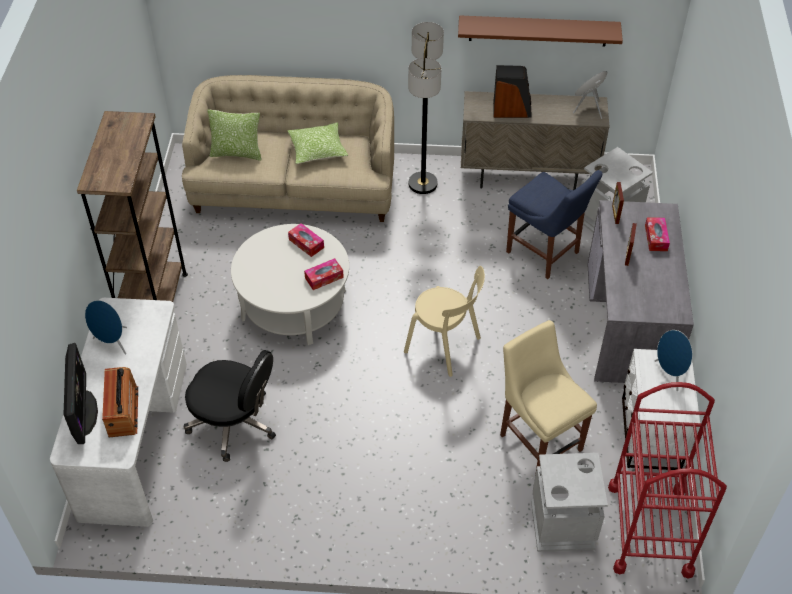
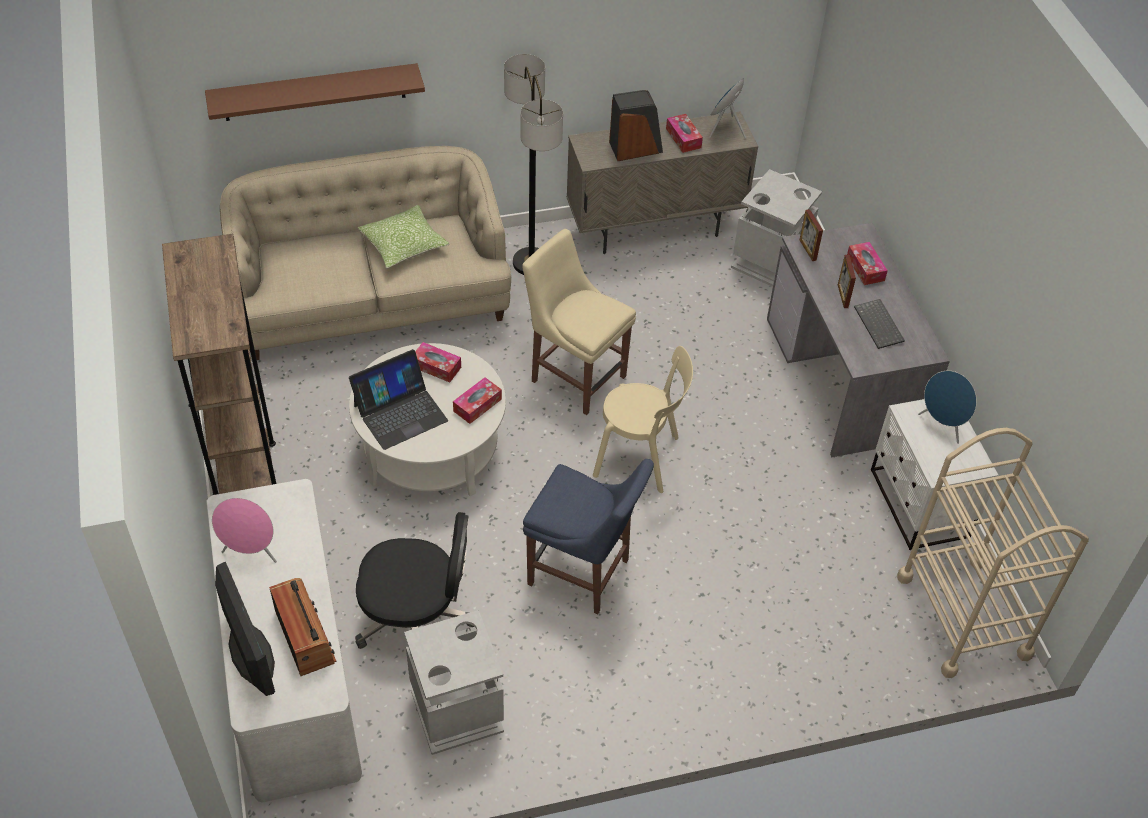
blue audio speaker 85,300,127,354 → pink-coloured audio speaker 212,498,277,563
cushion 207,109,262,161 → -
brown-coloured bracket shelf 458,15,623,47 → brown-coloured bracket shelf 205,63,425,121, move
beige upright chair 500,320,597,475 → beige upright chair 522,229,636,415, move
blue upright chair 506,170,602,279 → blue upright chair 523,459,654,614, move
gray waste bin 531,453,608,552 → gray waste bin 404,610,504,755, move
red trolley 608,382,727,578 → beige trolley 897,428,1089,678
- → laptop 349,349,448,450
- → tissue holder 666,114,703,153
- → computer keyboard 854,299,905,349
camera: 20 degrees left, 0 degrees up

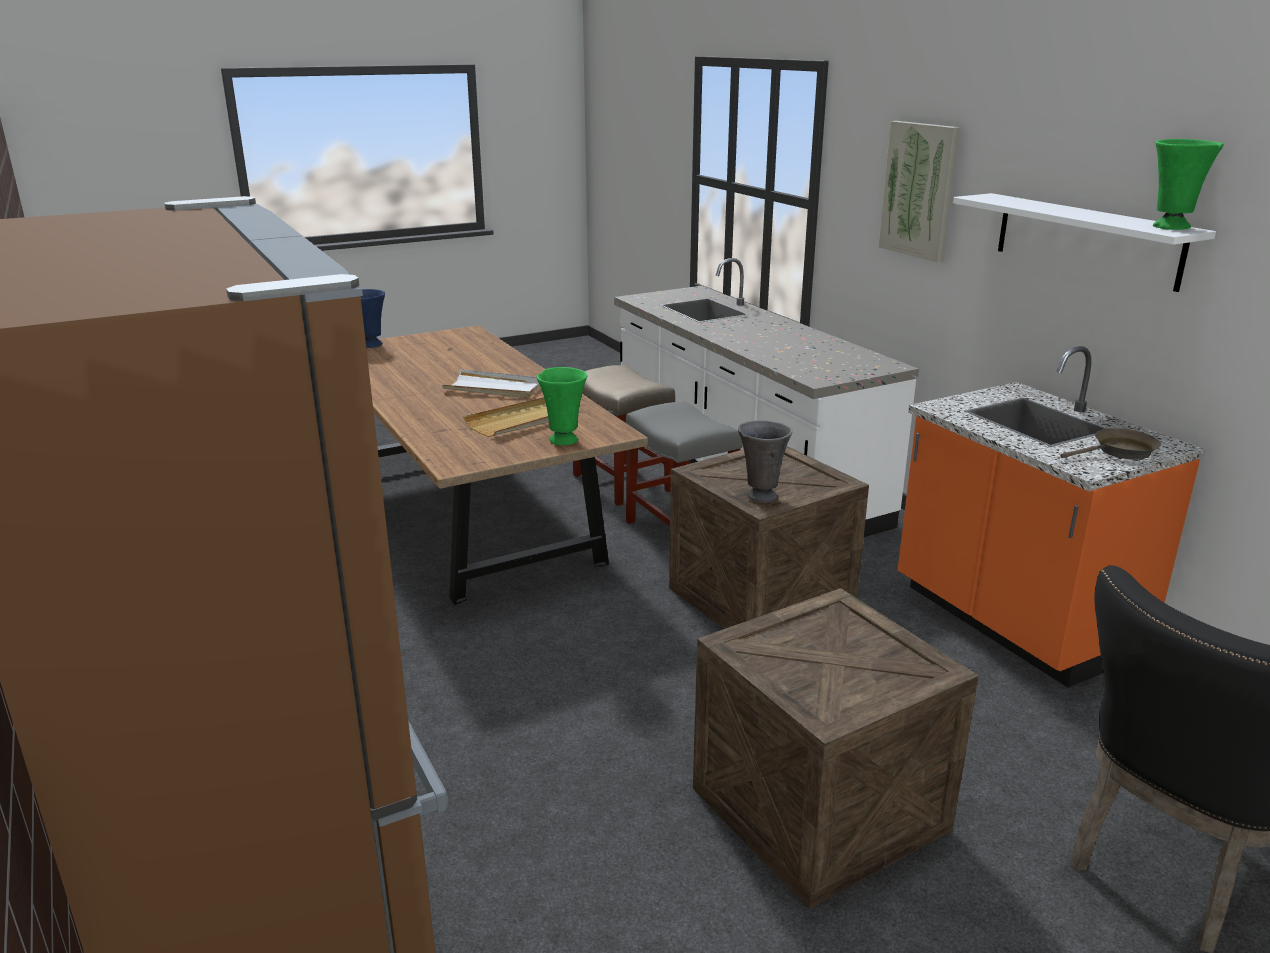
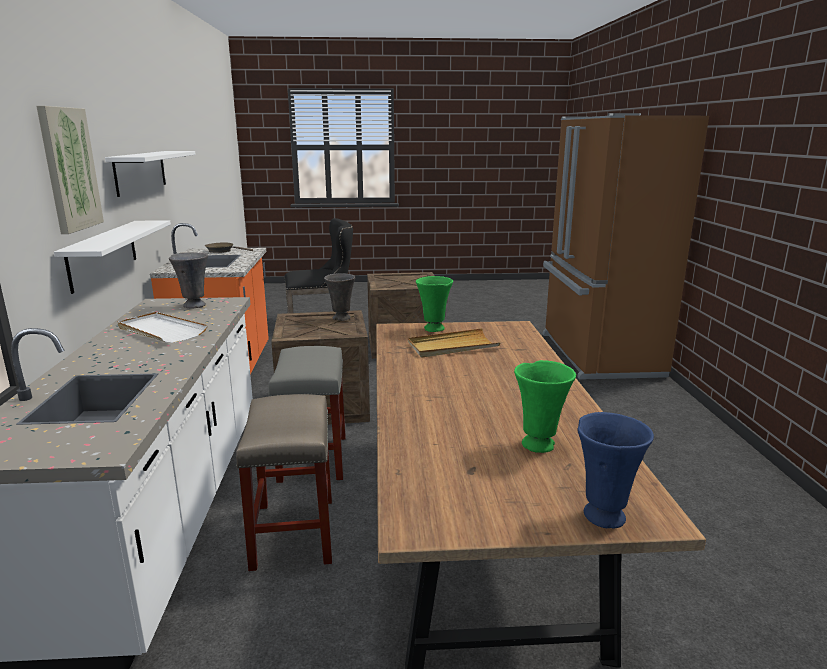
white-coloured tray 442,369,540,399 → white-coloured tray 118,312,208,343, move
green vase 1153,139,1224,230 → green vase 514,360,576,453, move
- → white-coloured bracket shelf 54,220,171,294
- → gray vase 169,252,208,309
camera: 155 degrees left, 5 degrees down

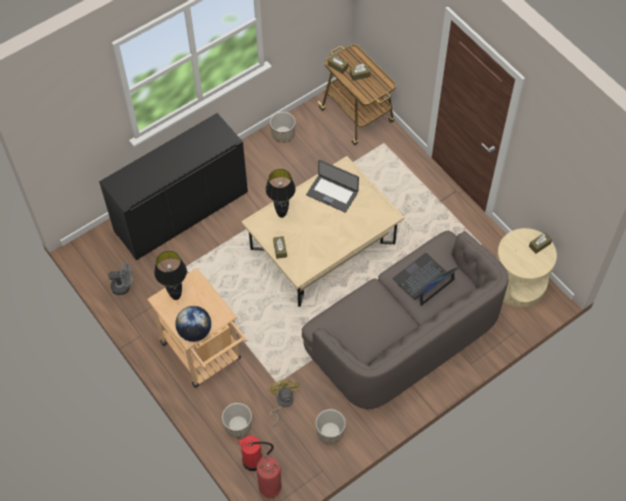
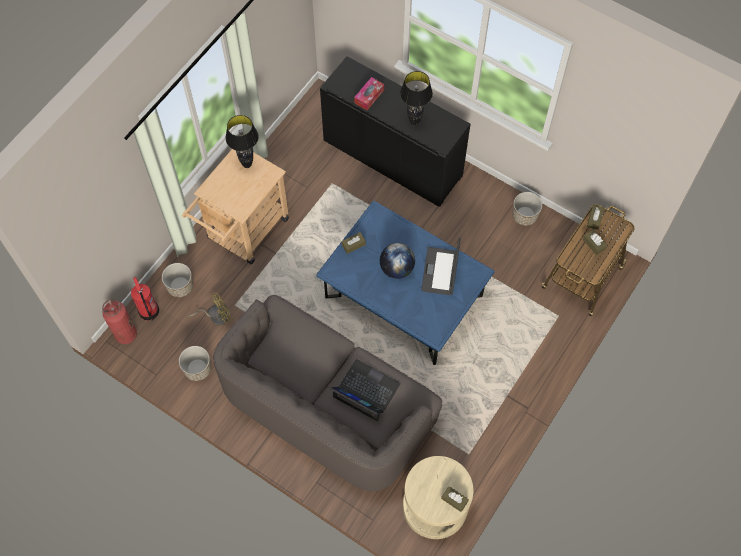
gray cooling fan 108,262,133,295 → -
globe 175,306,211,342 → globe 380,243,415,279, move
beige lounge table 242,156,404,307 → blue lounge table 316,200,495,365
blackish lamp for a table 266,169,296,218 → blackish lamp for a table 400,71,433,126, move
- → tissue holder 354,77,384,110
camera: 70 degrees right, 5 degrees up

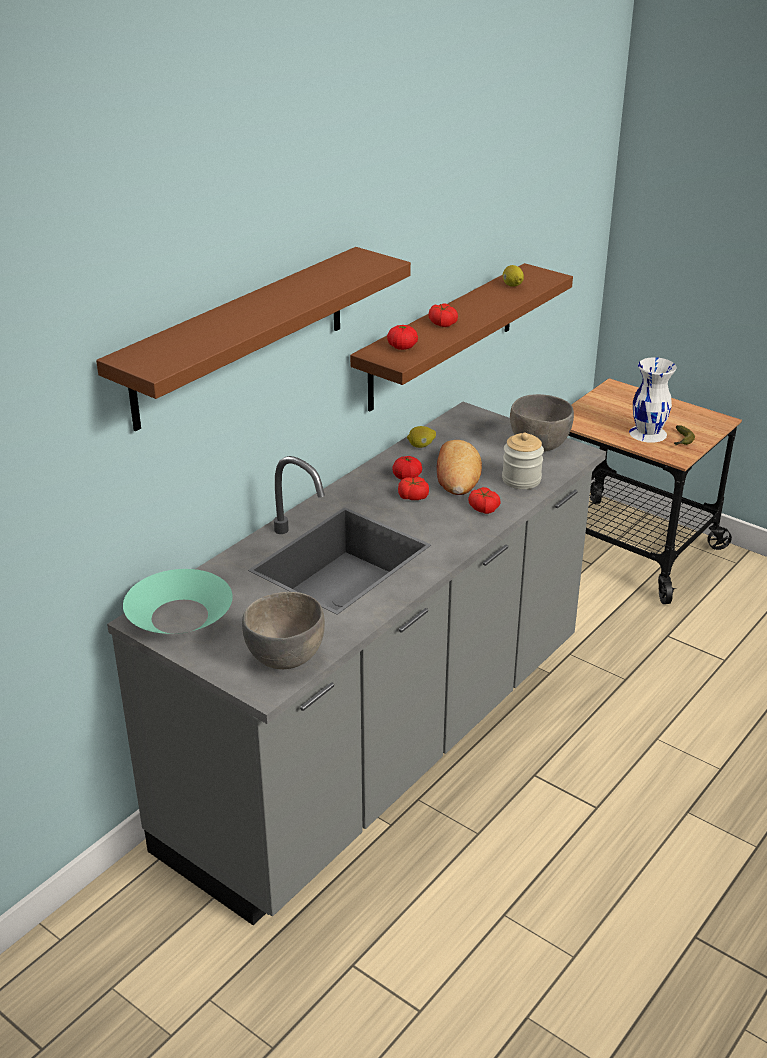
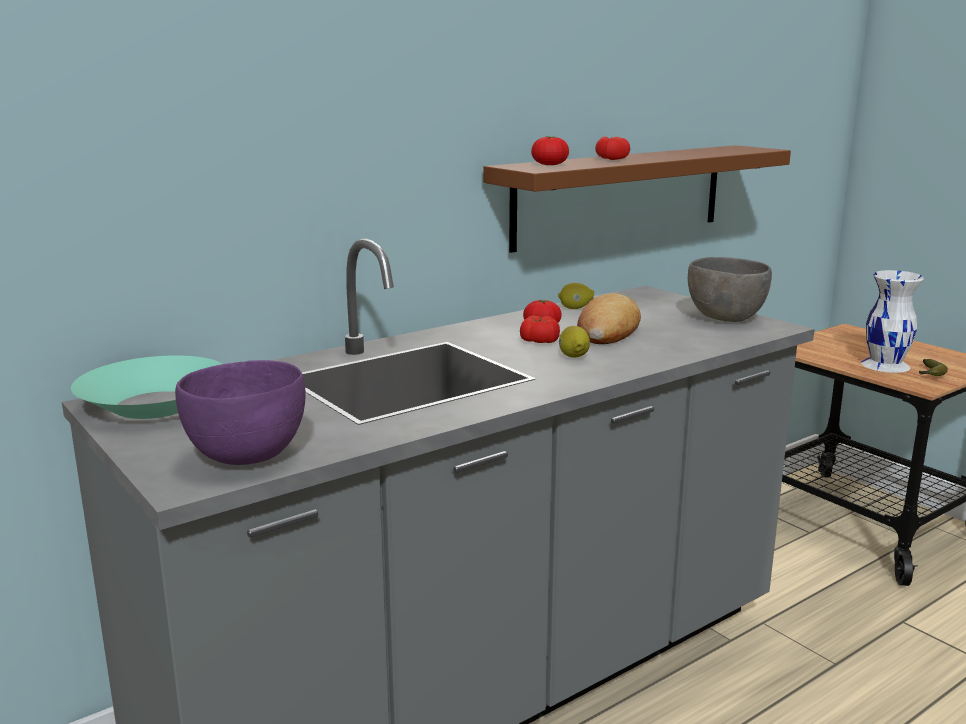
brown-coloured bracket shelf 96,247,411,431 → -
gray serving bowl 242,592,325,669 → purplish serving bowl 175,360,306,465
tomato 468,487,501,514 → -
storage jar 502,433,544,489 → -
citrus fruit 503,265,524,287 → citrus fruit 559,326,590,358, move
camera: 15 degrees right, 15 degrees down

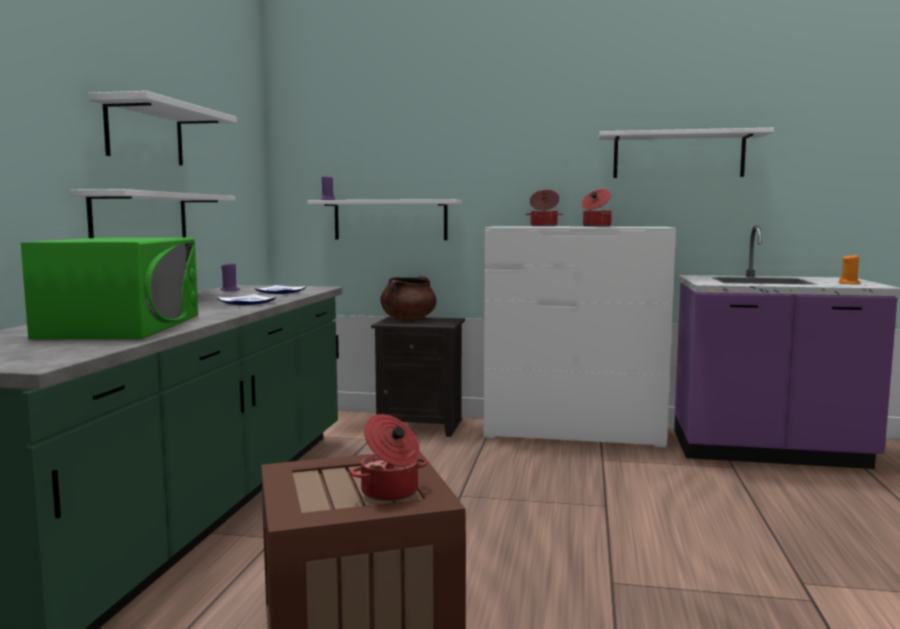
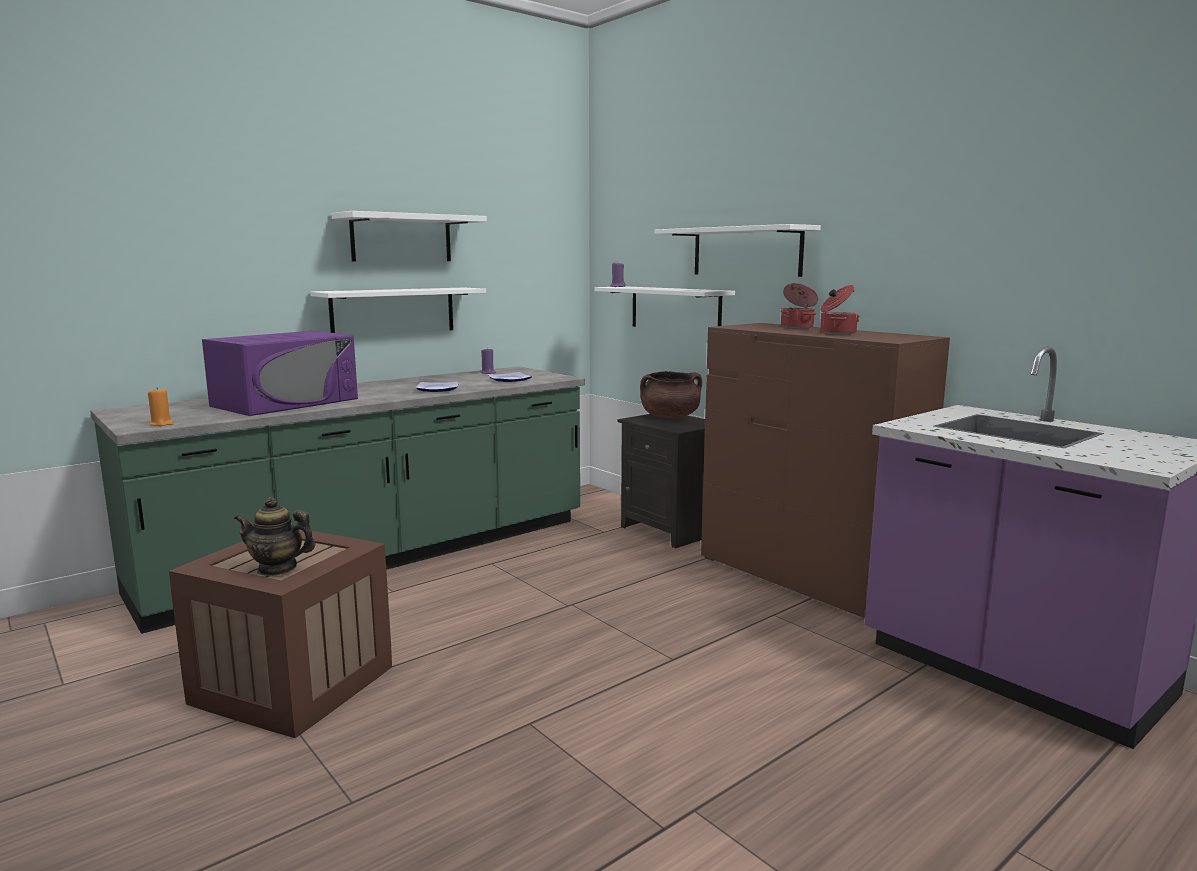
green microwave oven 21,238,198,340 → purplish microwave oven 202,331,358,416
cooking pot 351,414,428,501 → teapot 234,497,316,576
white-coloured drawer chest 484,226,676,448 → brown-coloured drawer chest 701,323,950,618
white-coloured bracket shelf 599,128,774,178 → white-coloured bracket shelf 655,224,821,277, move
orange-coloured wax candle 839,253,860,284 → orange-coloured wax candle 148,387,174,426, move
camera: 40 degrees right, 5 degrees up

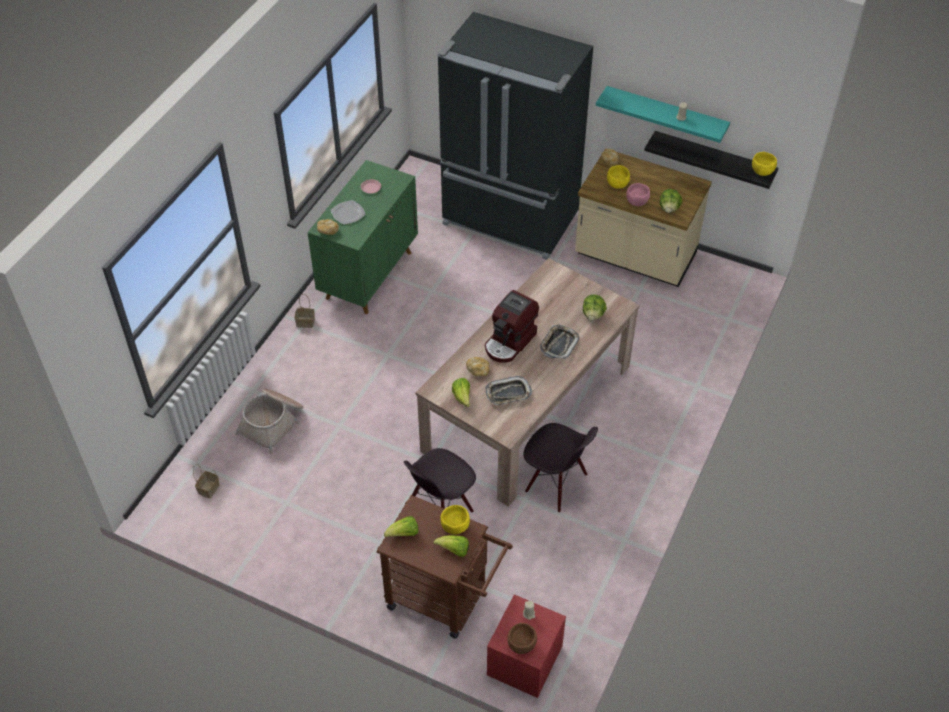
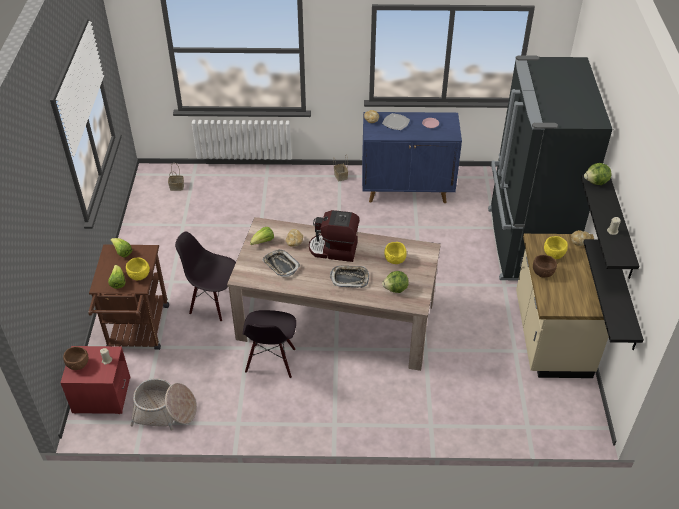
basket 235,389,304,454 → basket 130,378,197,431, move
green cupboard 307,160,418,314 → blue cupboard 362,112,462,203
turquoise bracket shelf 596,86,730,143 → blackish bracket shelf 581,175,639,279
pink-coloured serving bowl 626,183,650,206 → brown-coloured serving bowl 533,255,557,277
head of lettuce 660,189,682,213 → head of lettuce 584,163,611,185, move
yellow-coloured serving bowl 752,152,777,176 → yellow-coloured serving bowl 384,242,407,264, move
camera: 65 degrees right, 5 degrees down

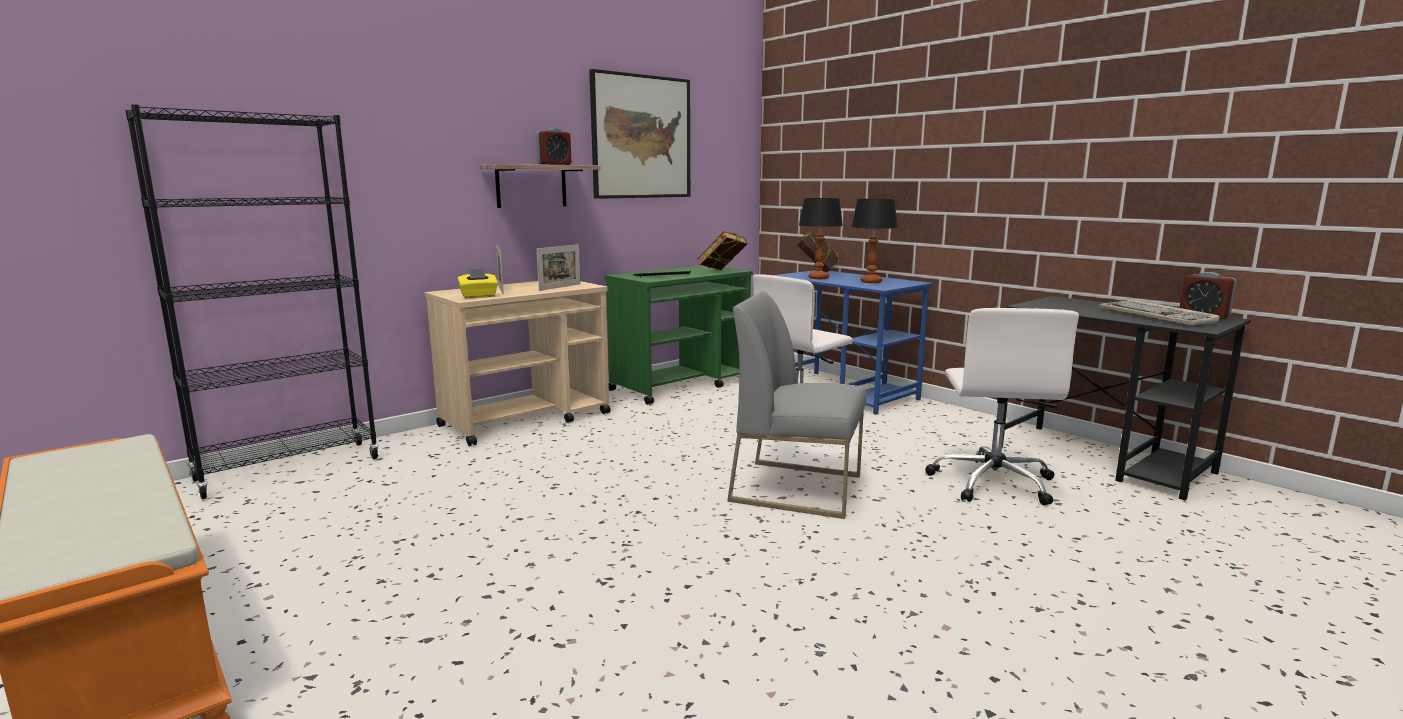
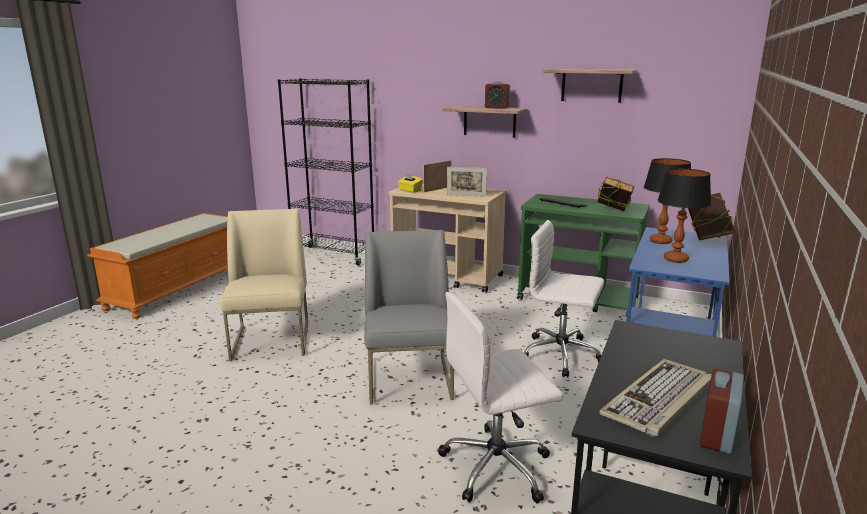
picture 589,69,690,199 → bracket shelf 543,69,637,103
- → beige upright chair 220,209,308,361
camera: 65 degrees right, 5 degrees up

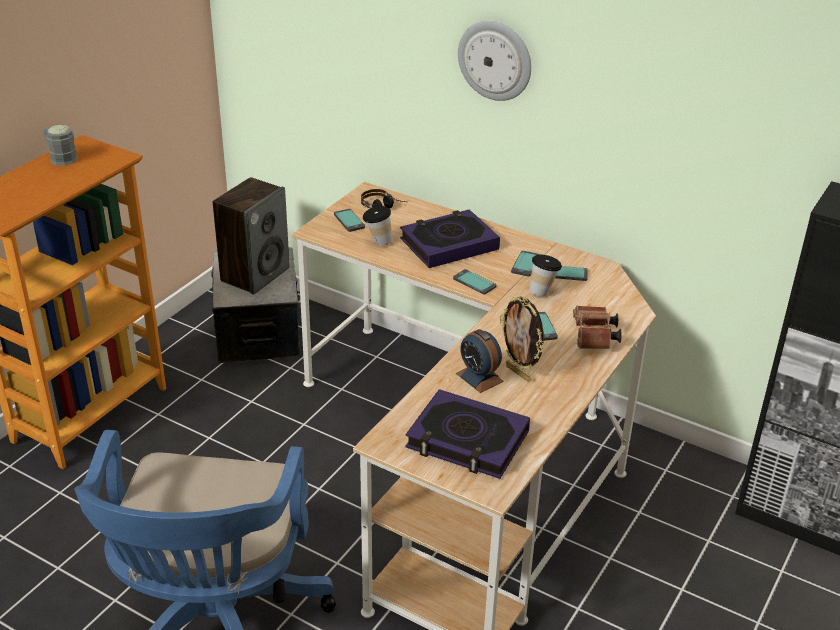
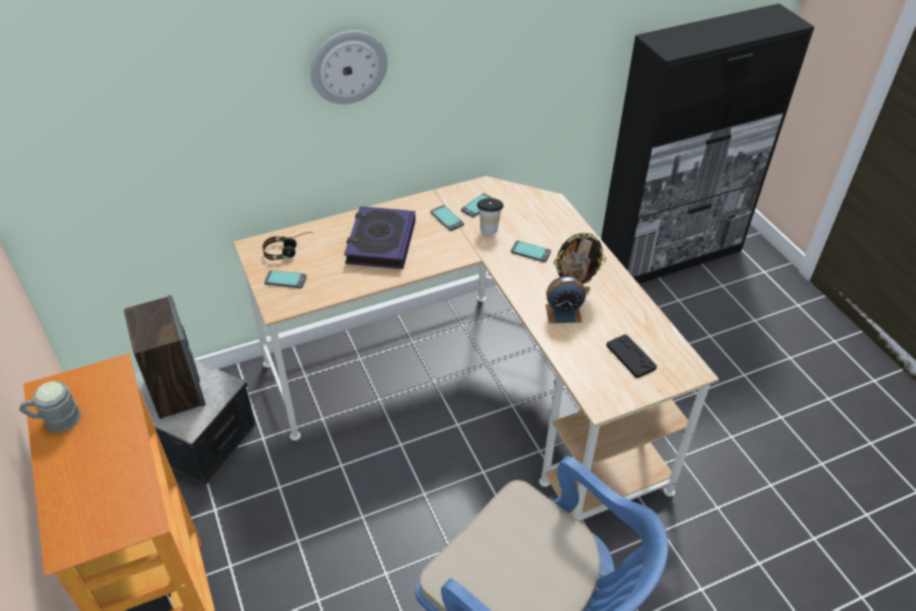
cup 363,206,393,246 → -
bound book 405,389,530,479 → blackish game controller 606,334,657,378
handset 453,269,496,295 → -
brown-coloured field glasses 573,306,622,349 → -
camera: 55 degrees left, 10 degrees up

